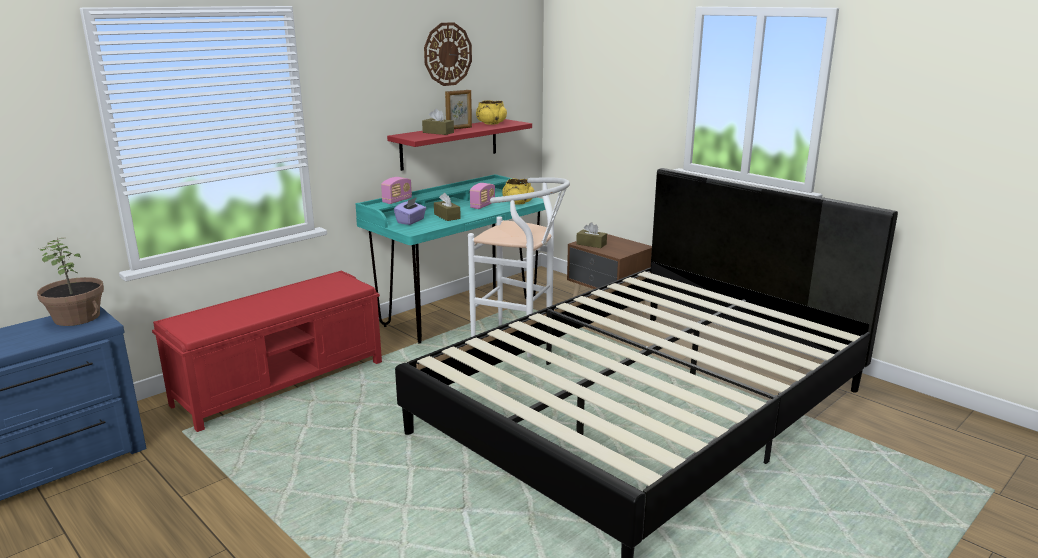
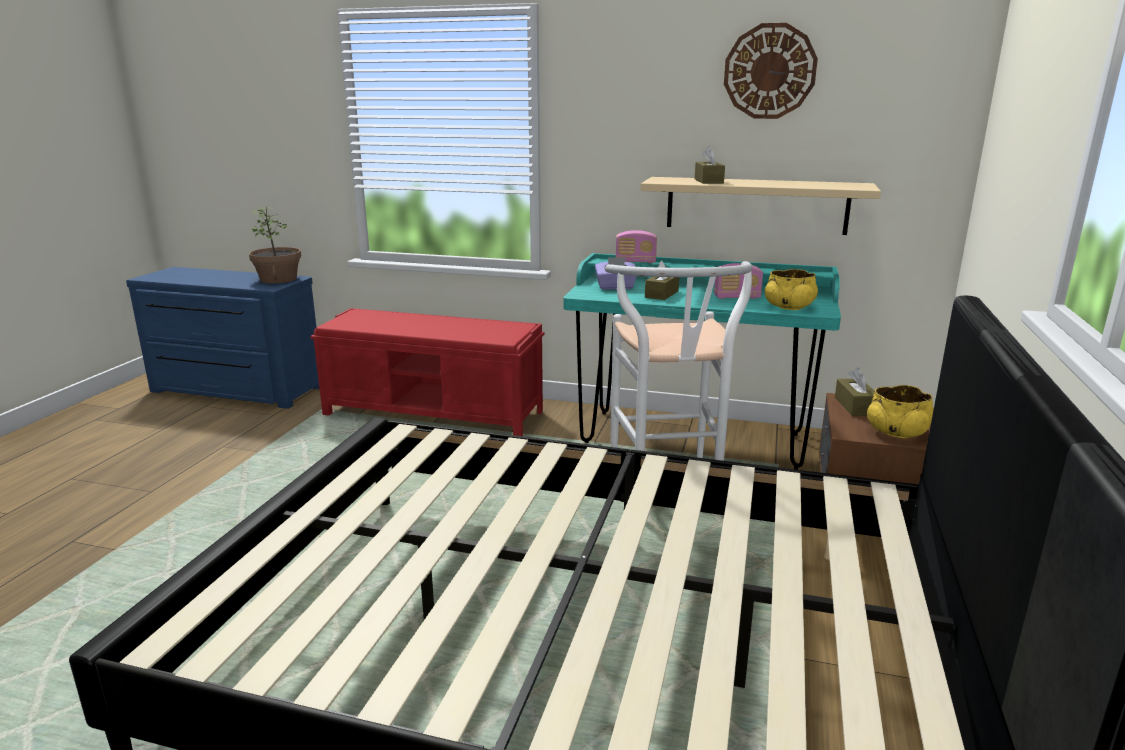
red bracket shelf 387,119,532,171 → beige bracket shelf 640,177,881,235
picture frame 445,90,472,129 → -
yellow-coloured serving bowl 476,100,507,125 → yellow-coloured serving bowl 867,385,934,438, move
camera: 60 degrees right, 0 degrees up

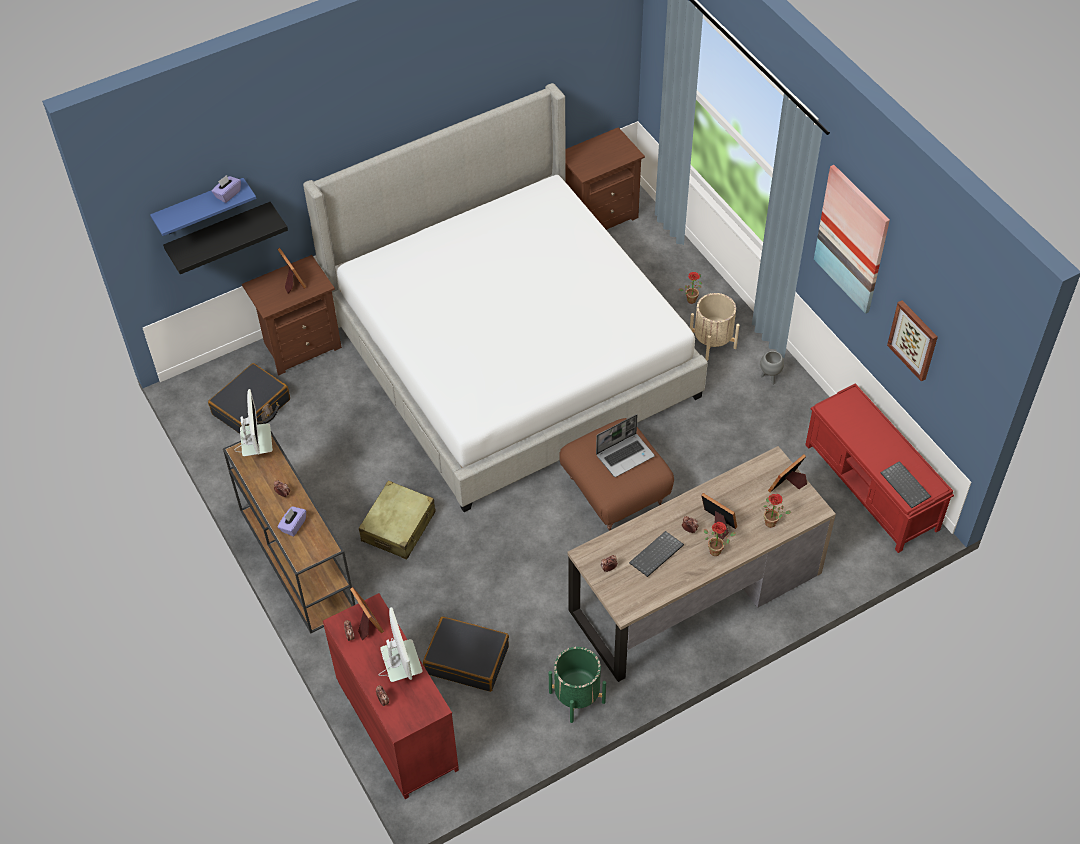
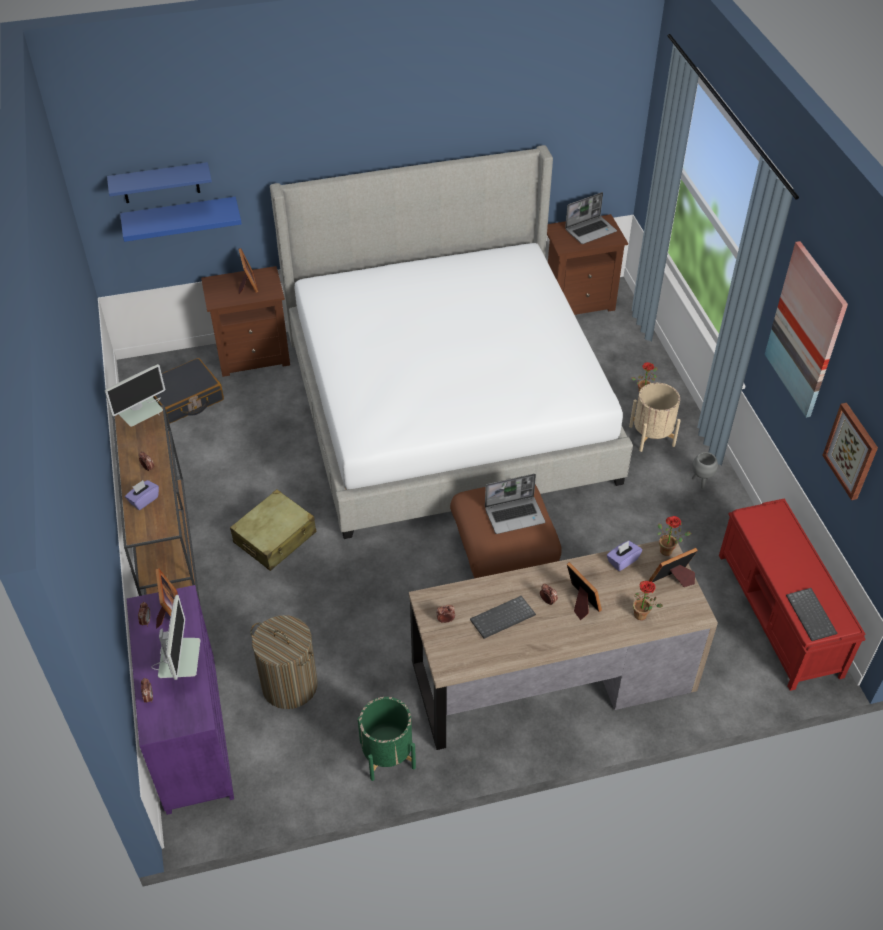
blackish bracket shelf 163,202,288,274 → blue bracket shelf 120,197,242,242
purplish tissue holder 212,175,241,203 → purplish tissue holder 607,541,642,571, move
computer screen 234,389,273,456 → computer screen 105,364,165,427, 45 degrees clockwise
red drawer chest 323,593,459,799 → purplish drawer chest 127,585,234,815
blackish suitcase 423,617,509,692 → laundry basket 251,615,317,709
plant in a pot 704,522,736,556 → plant in a pot 657,516,691,556, move
- → laptop 565,192,617,244
camera: 15 degrees right, 5 degrees down

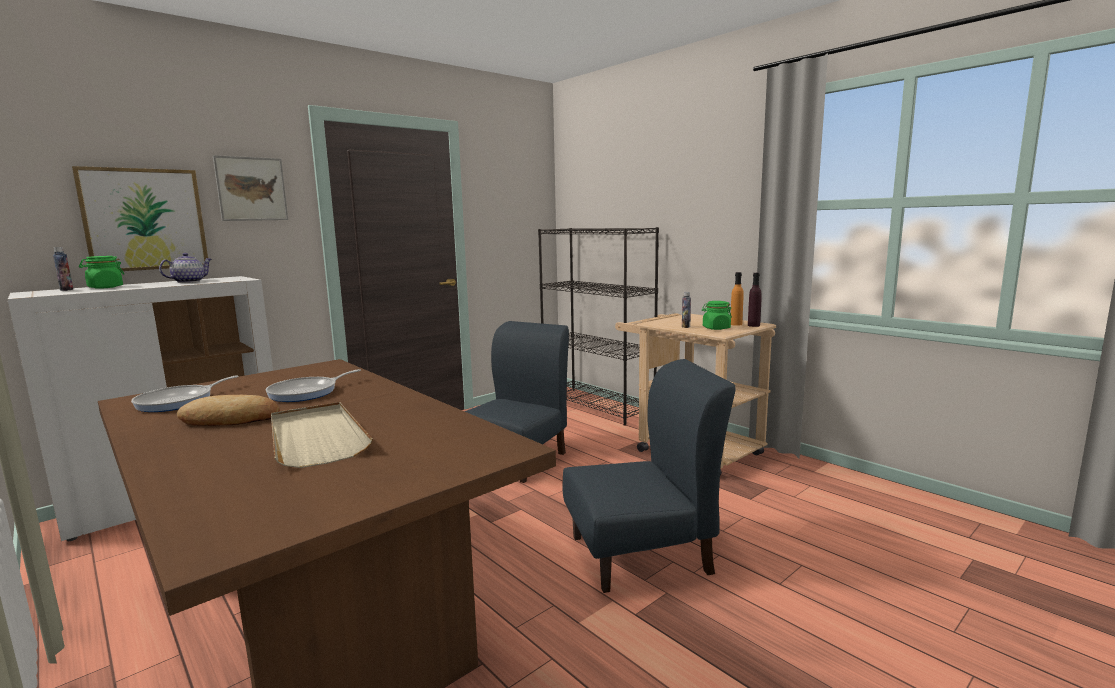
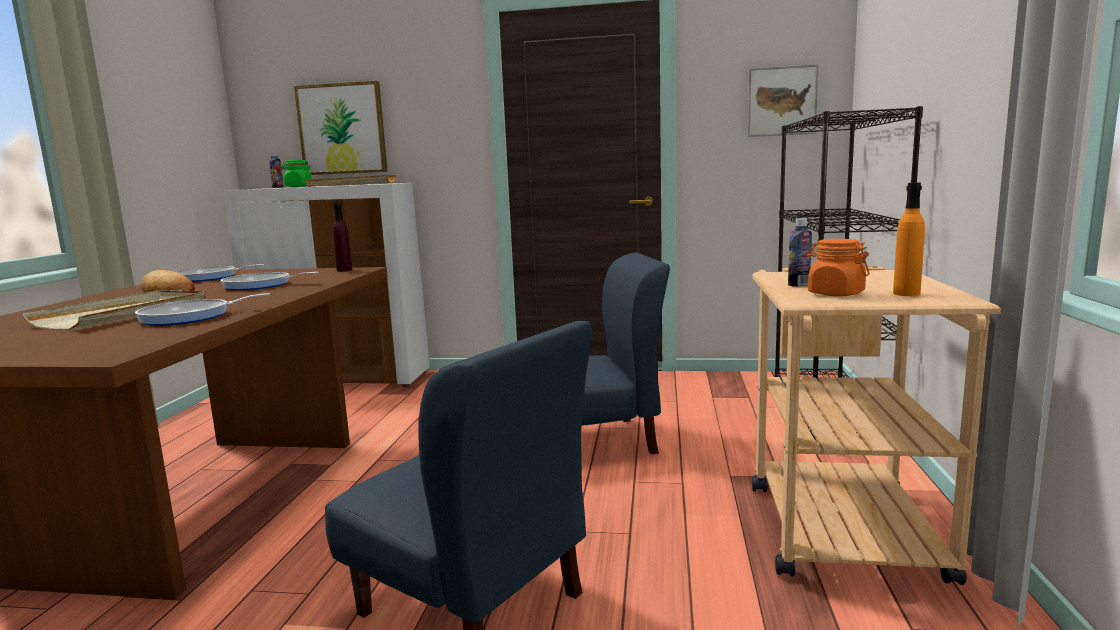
teapot 159,253,212,283 → beige tray 306,175,396,187
picture 213,155,288,221 → picture 748,64,819,137, move
green storage jar 702,301,732,330 → orange-coloured storage jar 806,239,870,297
purplish bottle 748,273,762,327 → purplish bottle 333,203,352,272, move
- → pan 135,293,270,326
camera: 50 degrees right, 0 degrees up

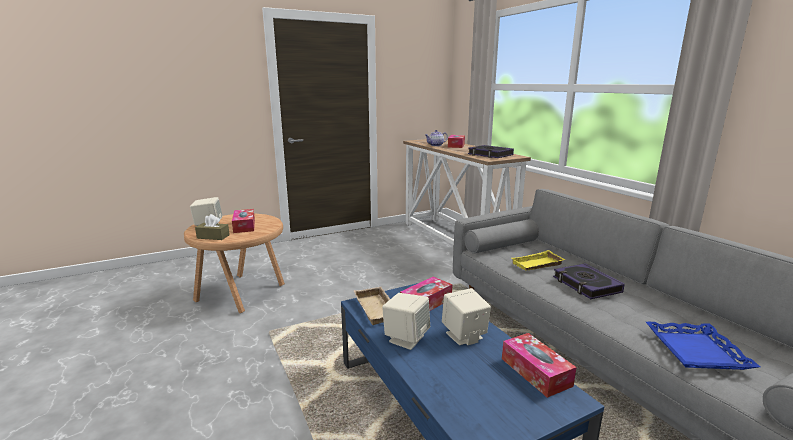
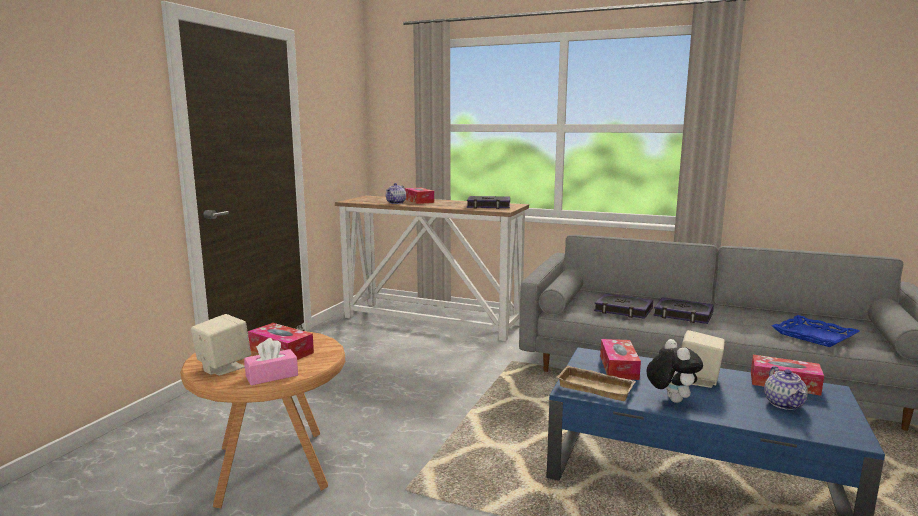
brown-coloured tissue holder 195,214,230,240 → pink-coloured tissue holder 244,338,298,385
beige audio speaker 382,293,430,350 → soft toy 647,339,703,403
yellow-coloured tray 512,250,566,270 → bound book 594,293,653,319
- → teapot 764,366,808,410
camera: 40 degrees left, 5 degrees down

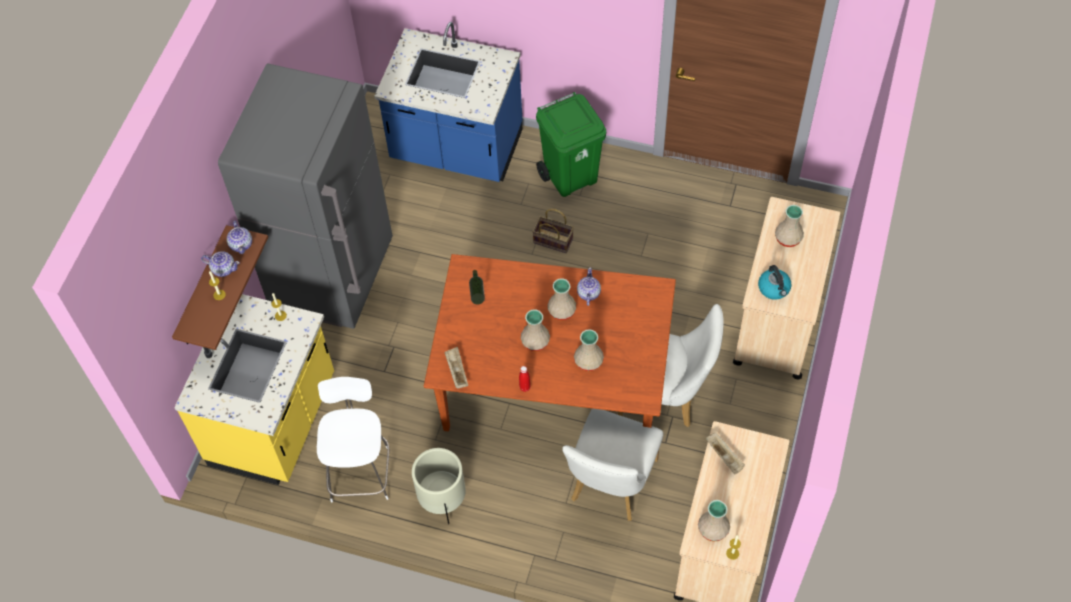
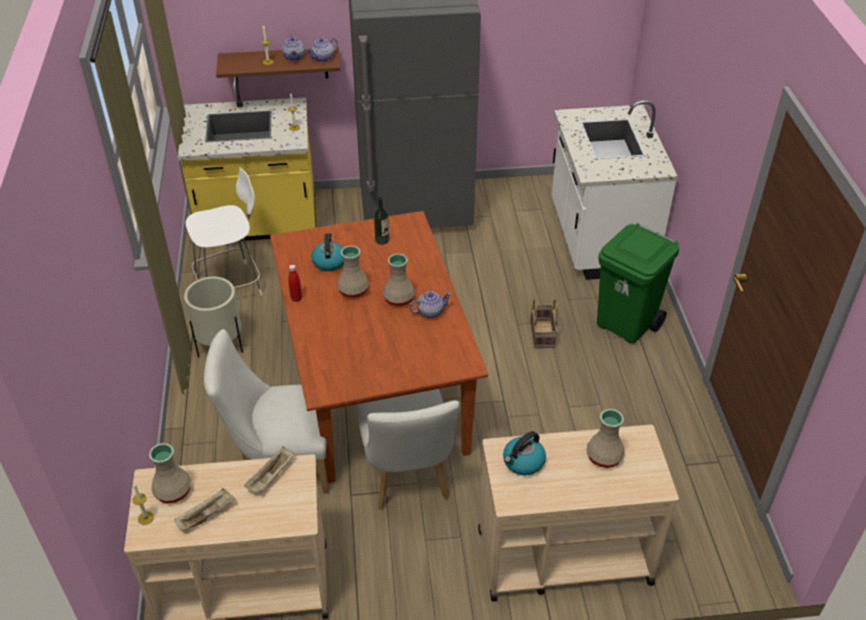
blue kitchen base unit 374,22,522,182 → white-coloured kitchen base unit 552,100,678,280
beige tray 444,347,468,388 → beige tray 175,488,236,531, move
beige vase 574,329,604,371 → -
- → tea kettle 311,233,344,271
camera: 65 degrees right, 15 degrees down

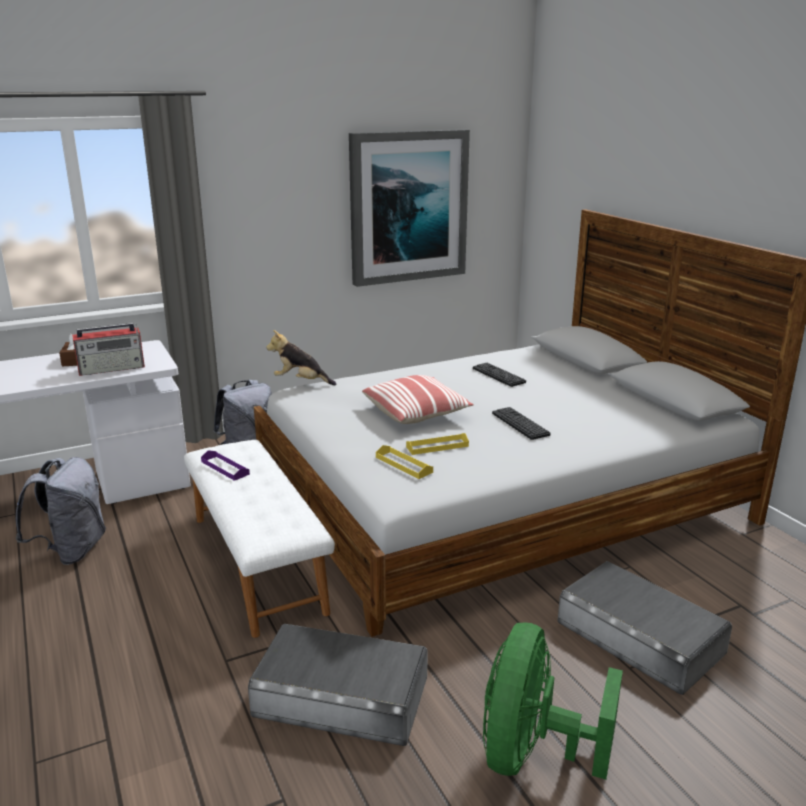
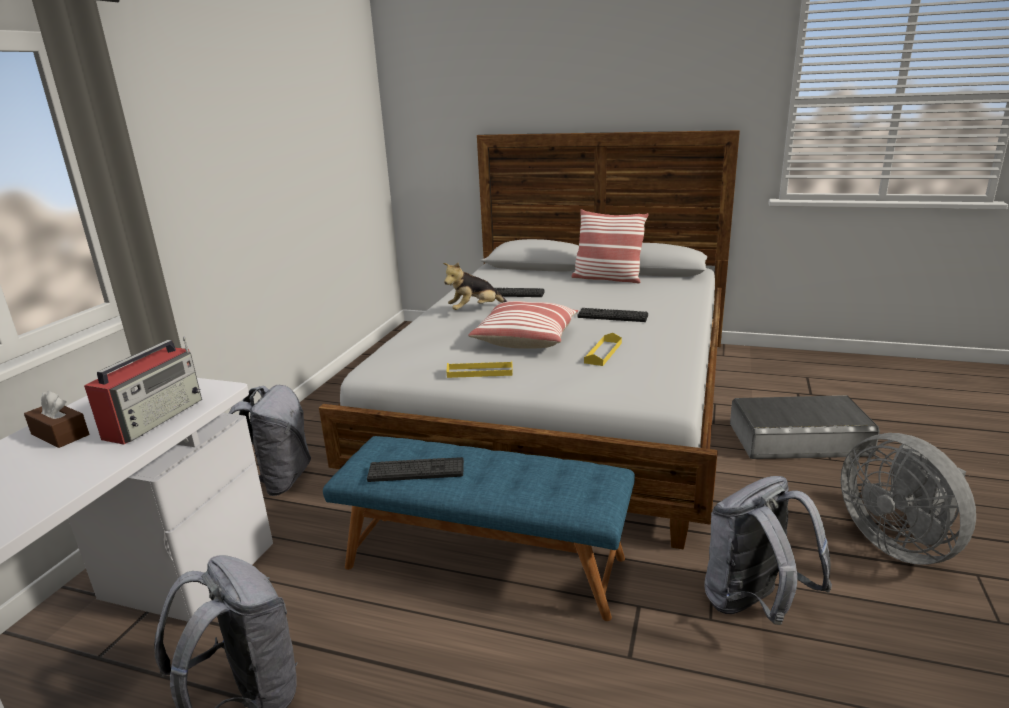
white-coloured bench 184,440,335,638 → blue bench 323,436,635,621
purplish tray 201,450,250,481 → computer keyboard 367,457,464,482
gray storage box 248,624,428,746 → gray knapsack 704,476,832,625
soft toy 266,330,337,385 → soft toy 443,262,507,310, move
picture 349,129,470,287 → -
yellow-coloured tray 376,445,433,479 → yellow-coloured tray 446,361,513,378, move
green cooling fan 483,623,623,780 → gray cooling fan 841,433,976,565
- → cushion 571,209,649,283
camera: 45 degrees left, 0 degrees up

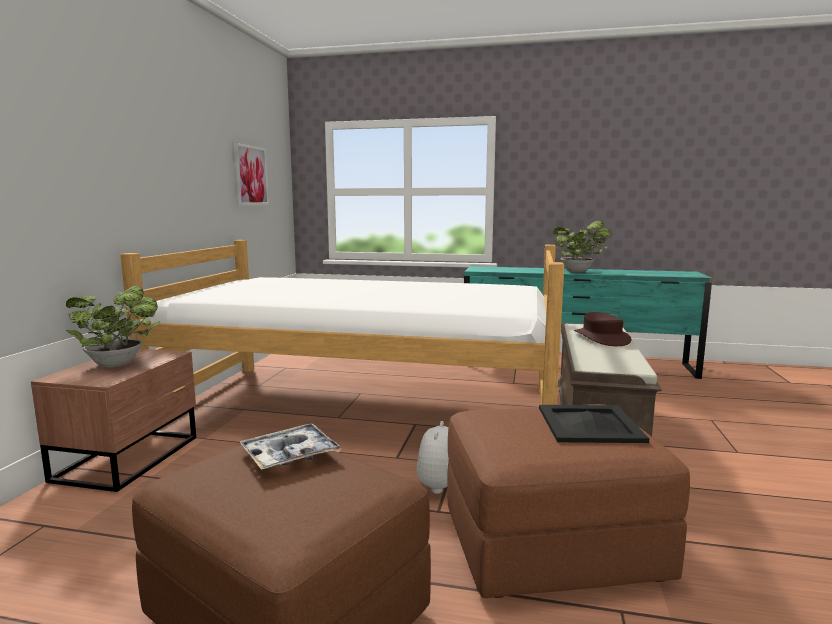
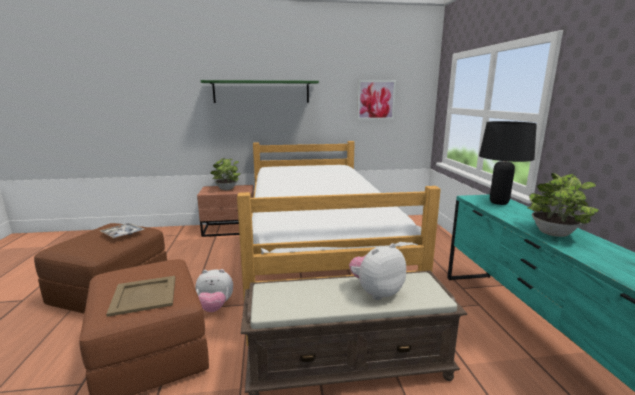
blackish tray 539,405,649,443 → beige tray 106,276,175,317
brown-coloured hat 574,312,631,346 → soft toy 349,243,406,300
- → green bracket shelf 201,80,319,103
- → blackish lamp for a table 479,121,537,205
camera: 70 degrees right, 5 degrees up

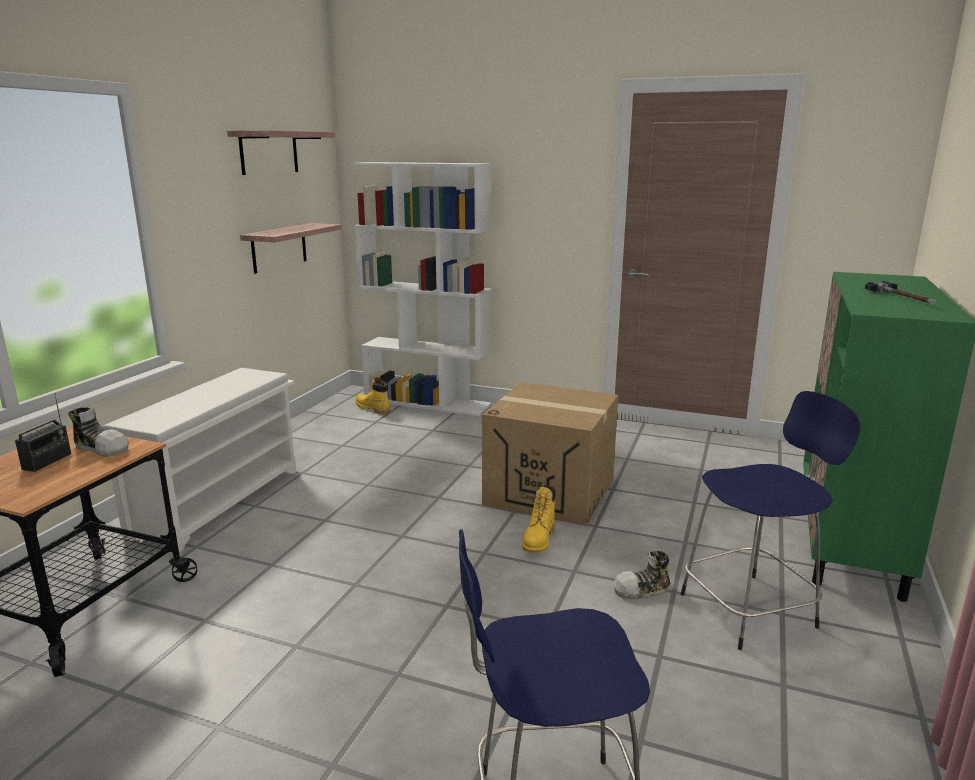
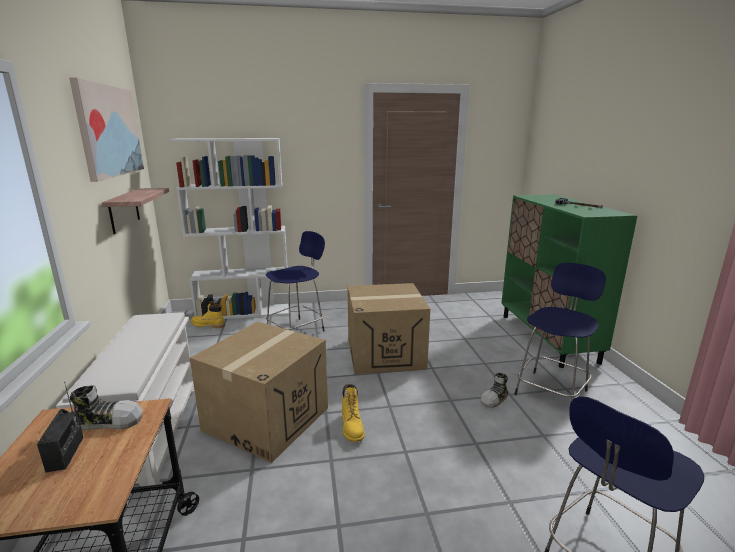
bracket shelf 227,130,335,175 → picture 69,77,144,182
yellow-coloured high-top boot 522,485,556,553 → yellow-coloured high-top boot 342,384,365,442, move
- → cardboard box 190,322,328,463
- → blue sitting stool 266,231,325,332
camera: 30 degrees left, 0 degrees up

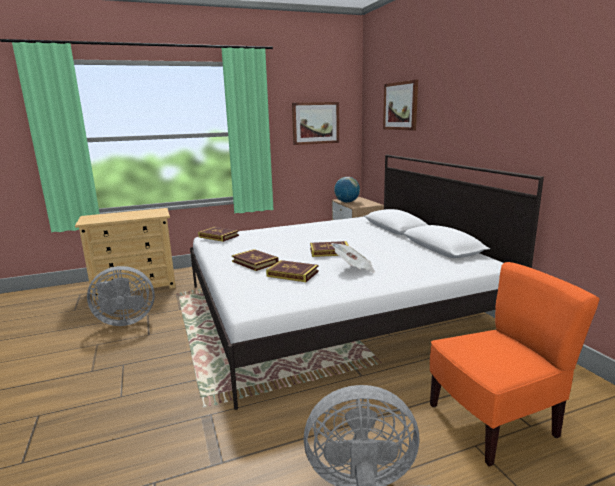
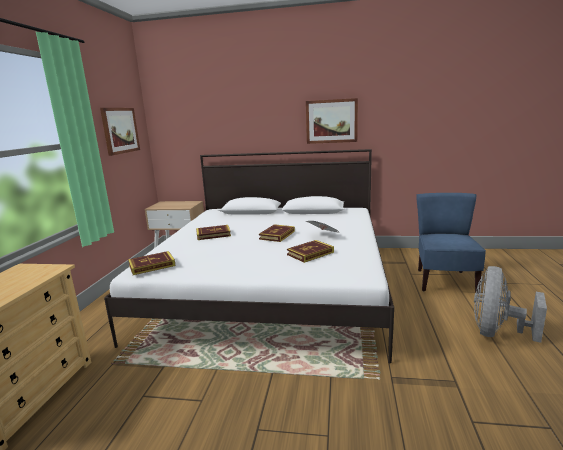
gray cooling fan 87,266,155,326 → -
bound book 232,249,279,271 → bound book 196,225,231,240, move
globe 334,177,360,203 → -
picture 383,80,418,131 → picture 306,98,358,144, move
orange-coloured upright chair 430,262,600,466 → blue upright chair 417,193,486,294
camera: 60 degrees left, 0 degrees up

